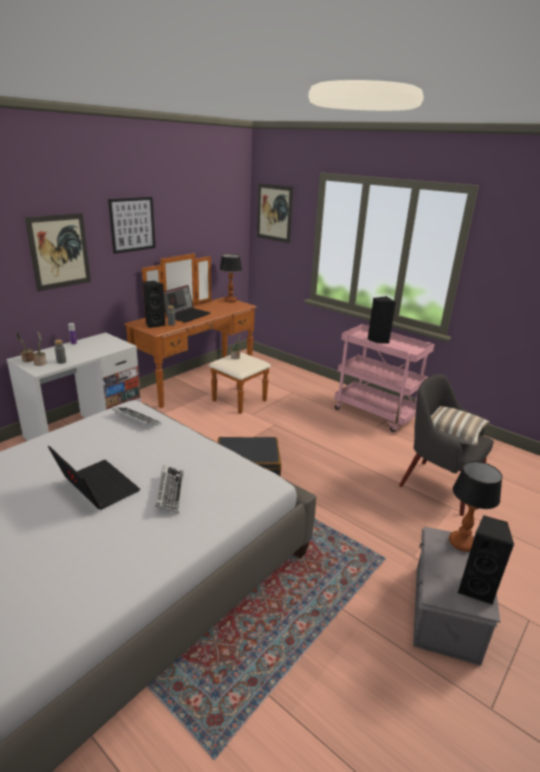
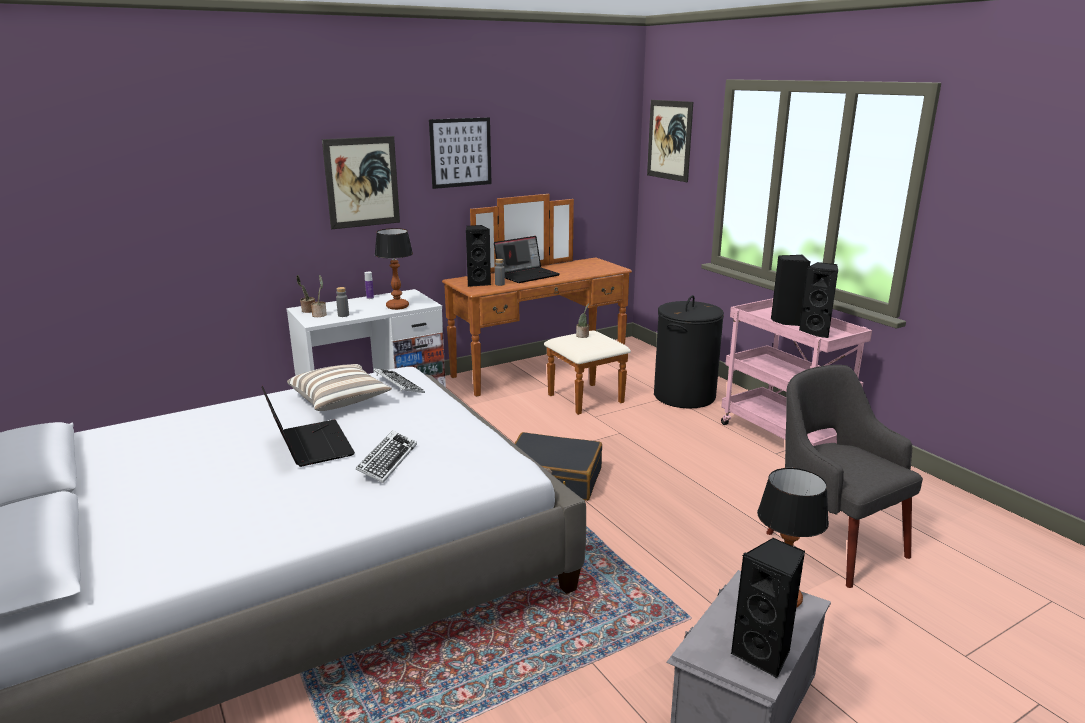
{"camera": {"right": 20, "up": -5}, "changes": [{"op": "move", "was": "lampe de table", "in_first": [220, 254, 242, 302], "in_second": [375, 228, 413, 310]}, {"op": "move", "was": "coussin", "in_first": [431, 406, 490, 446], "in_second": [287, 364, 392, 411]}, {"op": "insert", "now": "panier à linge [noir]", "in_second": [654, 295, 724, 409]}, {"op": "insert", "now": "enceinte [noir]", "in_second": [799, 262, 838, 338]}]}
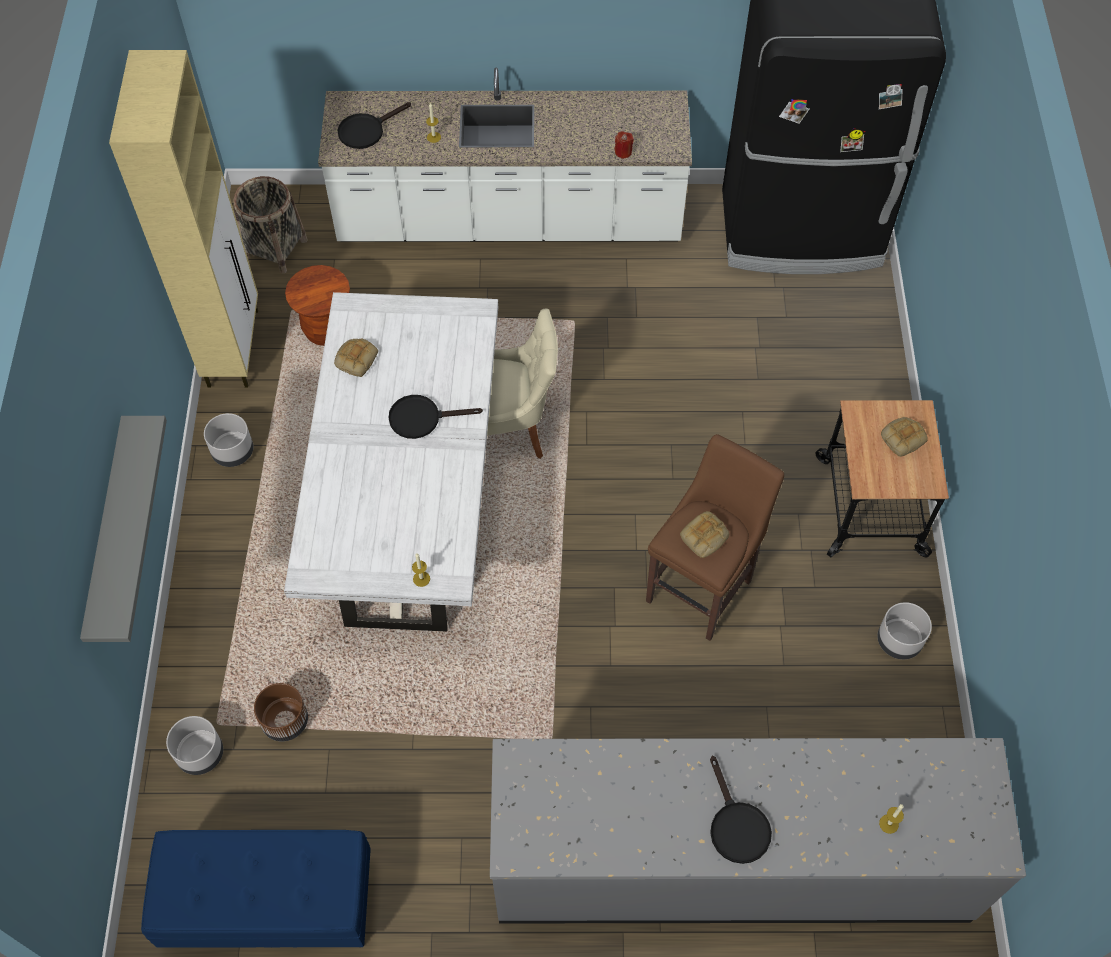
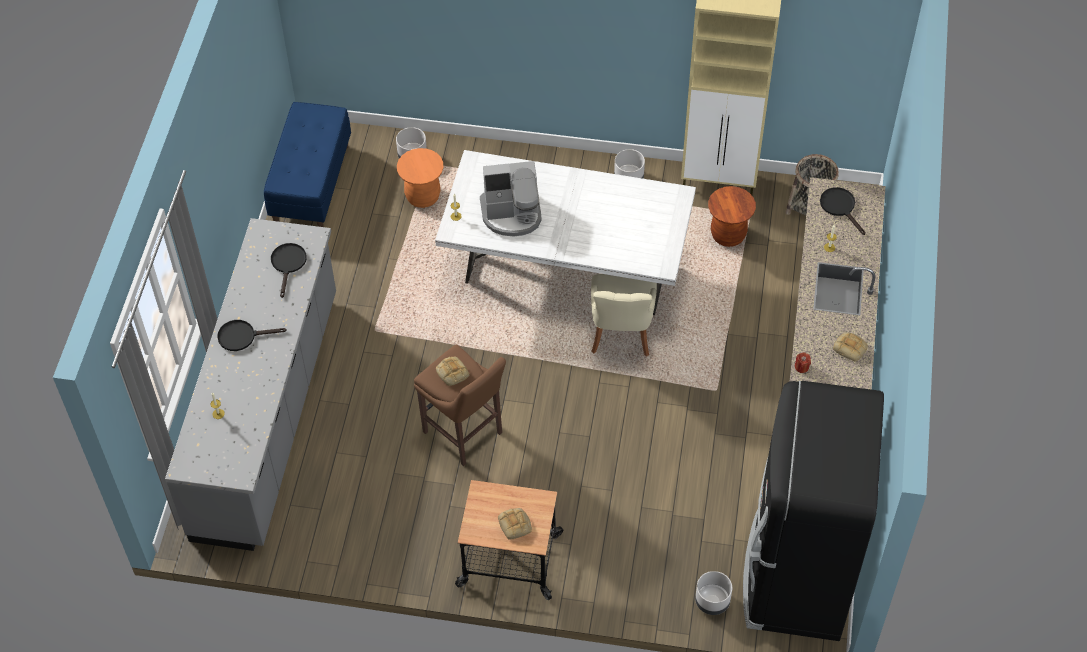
{"camera": {"right": 100, "up": -5}, "changes": [{"op": "delete", "was": "étagère [gris]", "in_first": [80, 416, 167, 642]}, {"op": "replace", "was": "cache-pot [marron]", "now": "tabouret [orange]", "in_first": [254, 683, 308, 741], "in_second": [397, 148, 443, 208]}, {"op": "move", "was": "pain", "in_first": [334, 338, 378, 377], "in_second": [833, 332, 868, 362]}, {"op": "move", "was": "poêle [noir]", "in_first": [388, 395, 483, 439], "in_second": [271, 243, 307, 298]}, {"op": "move", "was": "cache-pot [gris]", "in_first": [877, 602, 932, 659], "in_second": [695, 571, 732, 615]}, {"op": "insert", "now": "machine à café", "in_second": [480, 161, 541, 236]}]}
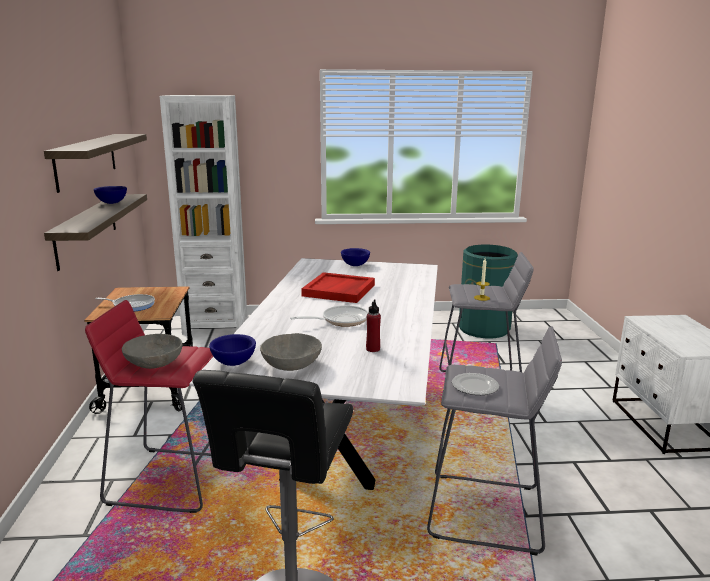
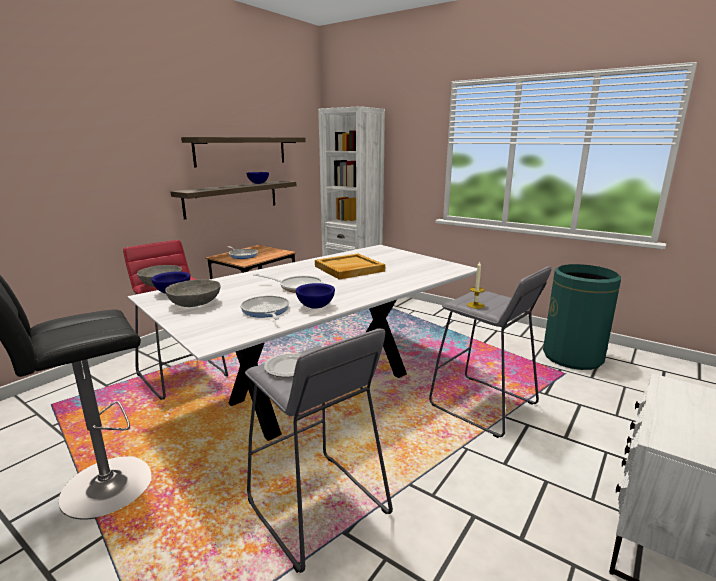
{"camera": {"right": 40, "up": 0}, "changes": [{"op": "recolor", "was": "plateau [rouge]", "now": "plateau [beige]", "in_first": [301, 272, 375, 303], "in_second": [315, 254, 385, 280]}, {"op": "move", "was": "bol [bleu]", "in_first": [341, 248, 370, 266], "in_second": [296, 283, 335, 309]}, {"op": "replace", "was": "bouteille [rouge]", "now": "poêle", "in_first": [366, 299, 381, 352], "in_second": [240, 296, 289, 320]}]}
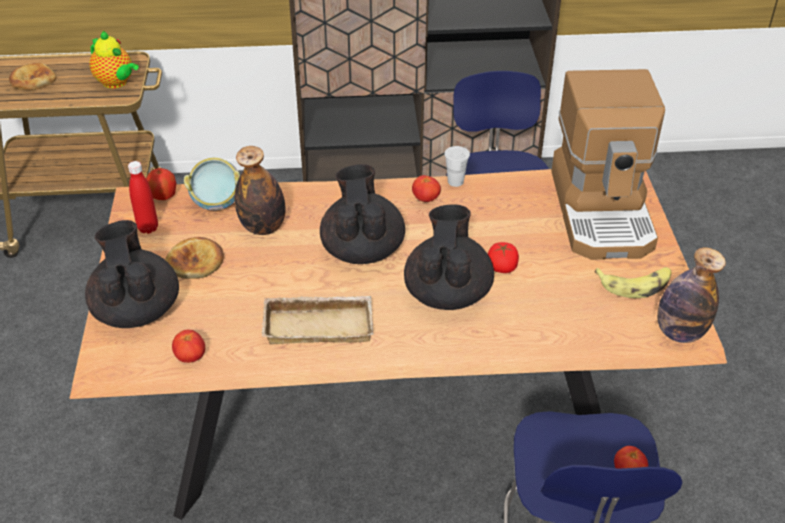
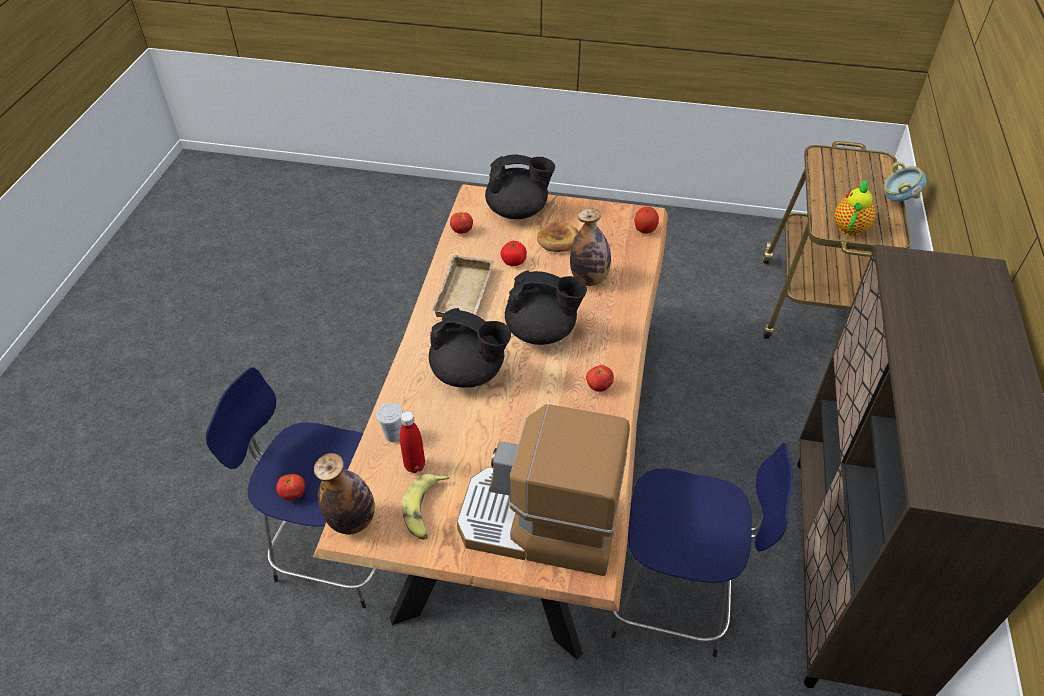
{"camera": {"right": 105, "up": 5}, "changes": [{"op": "delete", "was": "pain", "in_first": [9, 63, 57, 90]}, {"op": "rotate", "was": "théière", "in_first": [89, 31, 139, 89], "in_second": [834, 180, 876, 236], "clockwise": 150}, {"op": "move", "was": "bouteille [rouge]", "in_first": [128, 161, 158, 234], "in_second": [400, 411, 425, 473]}, {"op": "move", "was": "bol", "in_first": [184, 158, 240, 210], "in_second": [884, 161, 926, 201]}, {"op": "move", "was": "tasse [blanc]", "in_first": [444, 146, 470, 187], "in_second": [376, 403, 403, 442]}, {"op": "move", "was": "tomate", "in_first": [488, 242, 519, 273], "in_second": [500, 241, 527, 266]}]}
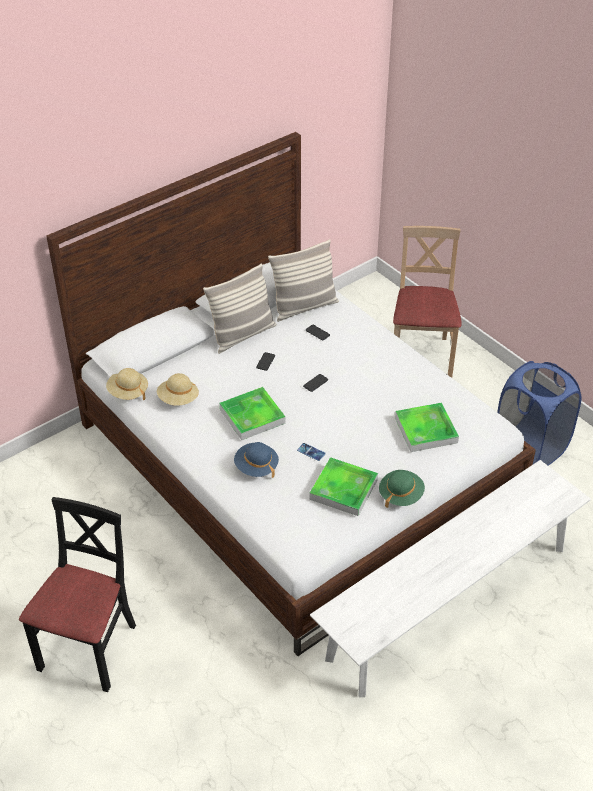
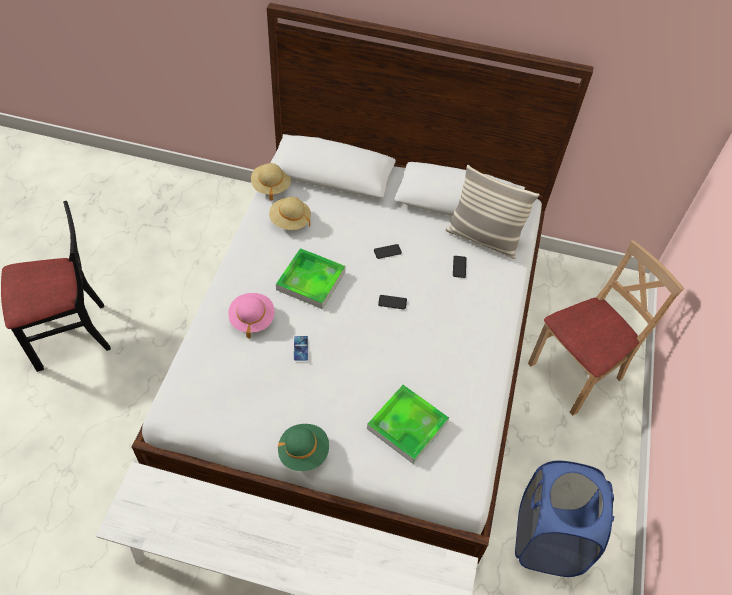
{"camera": {"right": 50, "up": 10}, "changes": [{"op": "delete", "was": "coussin", "in_first": [203, 263, 277, 354]}, {"op": "recolor", "was": "chapeau [bleu]", "now": "chapeau [rose]", "in_first": [234, 442, 279, 478], "in_second": [228, 293, 275, 338]}, {"op": "delete", "was": "plateau", "in_first": [310, 457, 378, 516]}]}
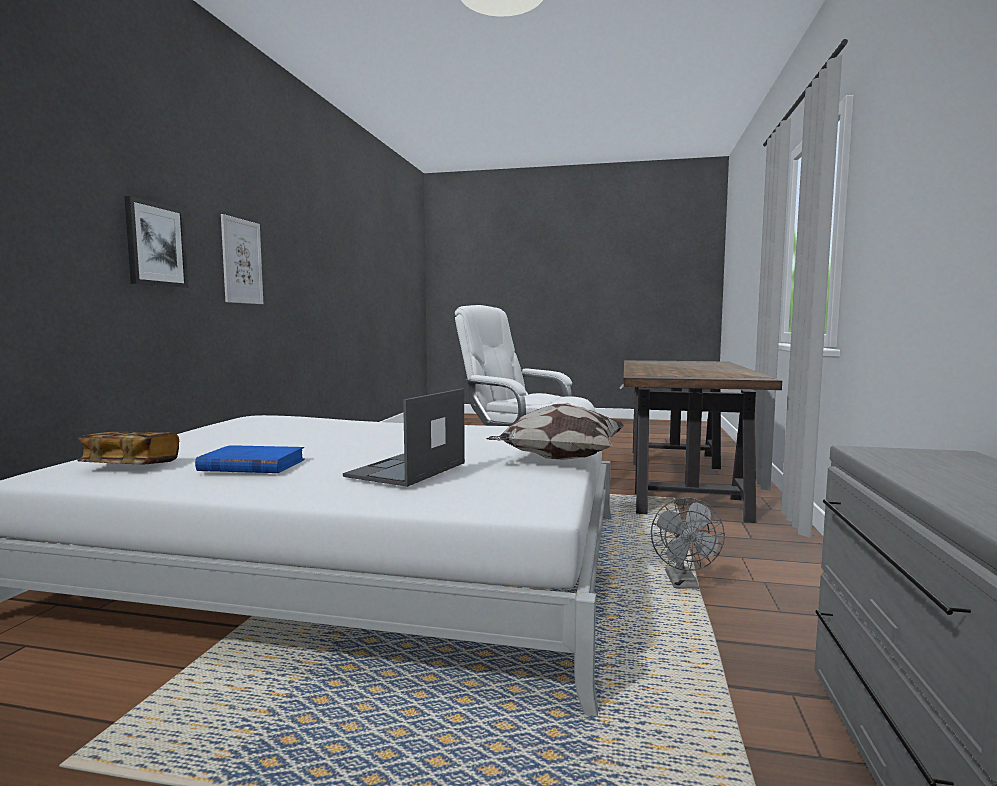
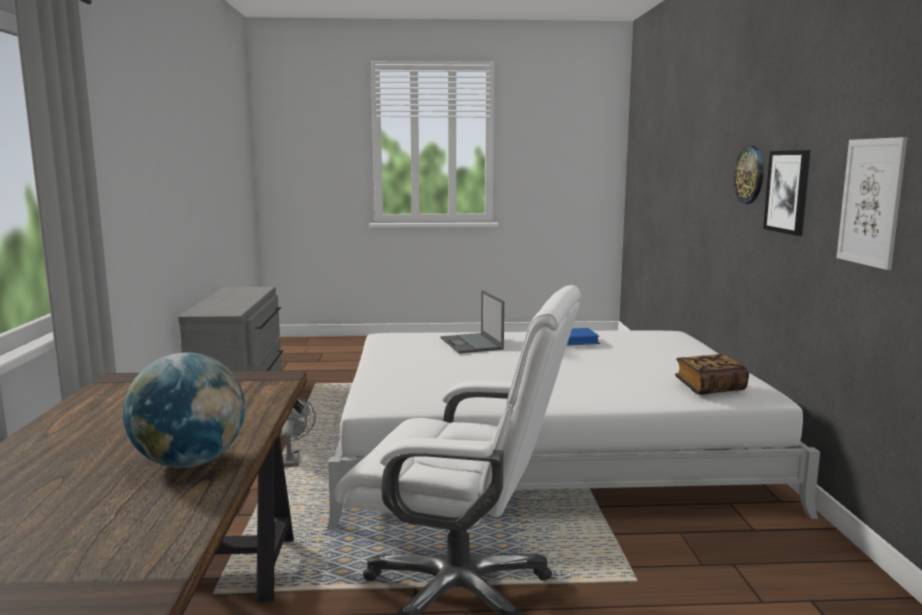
{"camera": {"right": 165, "up": 5}, "changes": [{"op": "move", "was": "livre", "in_first": [77, 432, 179, 464], "in_second": [675, 354, 749, 395]}, {"op": "rotate", "was": "ordinateur portable", "in_first": [343, 388, 465, 487], "in_second": [441, 290, 504, 353], "clockwise": 150}, {"op": "delete", "was": "coussin", "in_first": [486, 403, 625, 460]}, {"op": "insert", "now": "globe", "in_second": [123, 352, 245, 468]}, {"op": "insert", "now": "horloge murale", "in_second": [734, 146, 764, 204]}]}
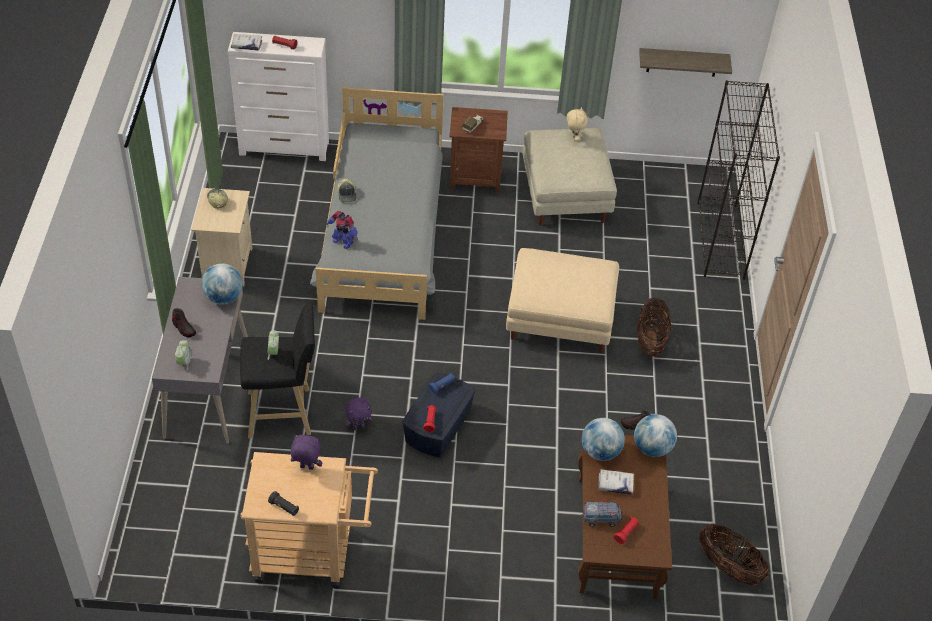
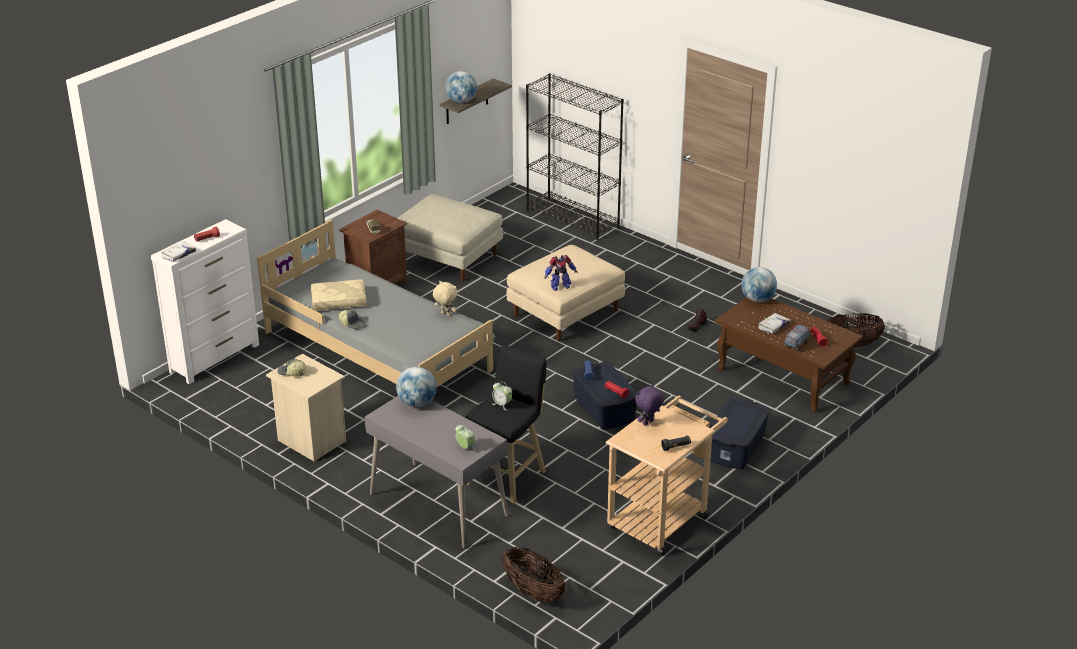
{"camera": {"right": -50, "up": -15}, "changes": [{"op": "delete", "was": "chaussure", "in_first": [172, 308, 196, 337]}, {"op": "move", "was": "robot jouet", "in_first": [326, 211, 357, 249], "in_second": [544, 255, 578, 291]}, {"op": "delete", "was": "peluche [violet]", "in_first": [345, 397, 373, 430]}, {"op": "move", "was": "peluche [beige]", "in_first": [567, 107, 588, 142], "in_second": [433, 281, 457, 316]}, {"op": "move", "was": "globe", "in_first": [582, 418, 625, 461], "in_second": [445, 71, 477, 103]}, {"op": "move", "was": "panier", "in_first": [637, 297, 671, 357], "in_second": [502, 547, 566, 603]}, {"op": "insert", "now": "coussin [beige]", "in_second": [311, 279, 367, 311]}, {"op": "insert", "now": "boîte de rangement [bleu]", "in_second": [710, 398, 770, 469]}]}
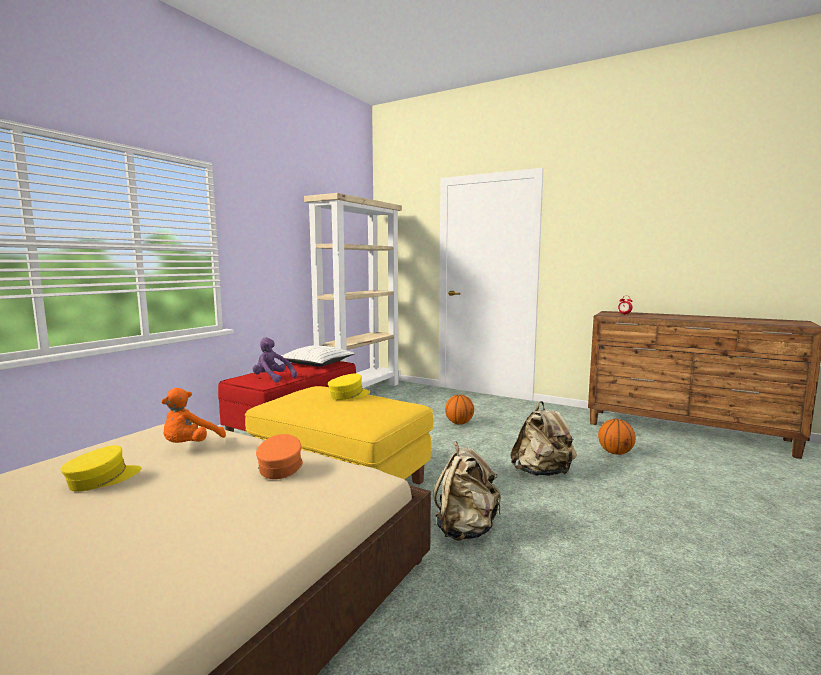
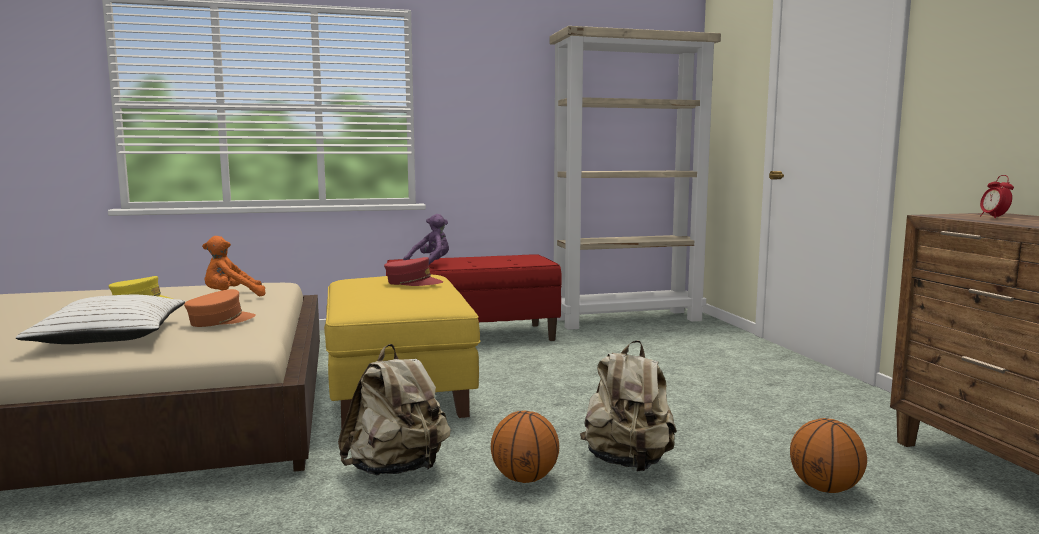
{"camera": {"right": 45, "up": 0}, "changes": [{"op": "rotate", "was": "peluche [violet]", "in_first": [253, 337, 297, 383], "in_second": [403, 214, 449, 265], "clockwise": 60}, {"op": "move", "was": "coussin [blanc]", "in_first": [281, 345, 355, 367], "in_second": [16, 295, 185, 344]}, {"op": "recolor", "was": "casquette [jaune]", "now": "casquette [rouge]", "in_first": [328, 374, 370, 400], "in_second": [384, 257, 443, 286]}, {"op": "move", "was": "ballon de basket", "in_first": [445, 395, 474, 425], "in_second": [491, 410, 559, 483]}]}
